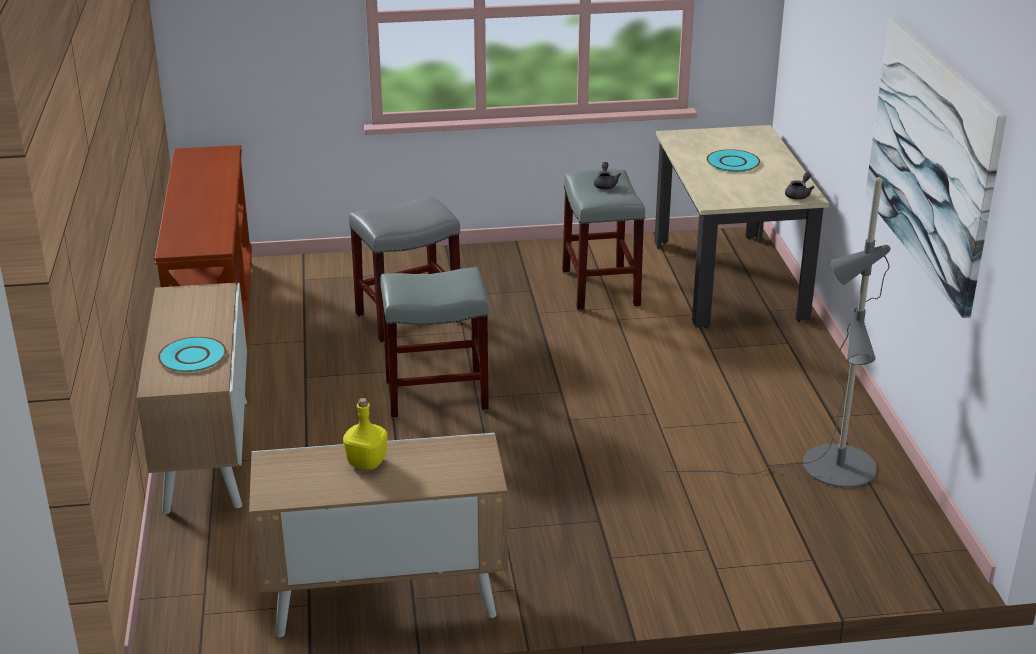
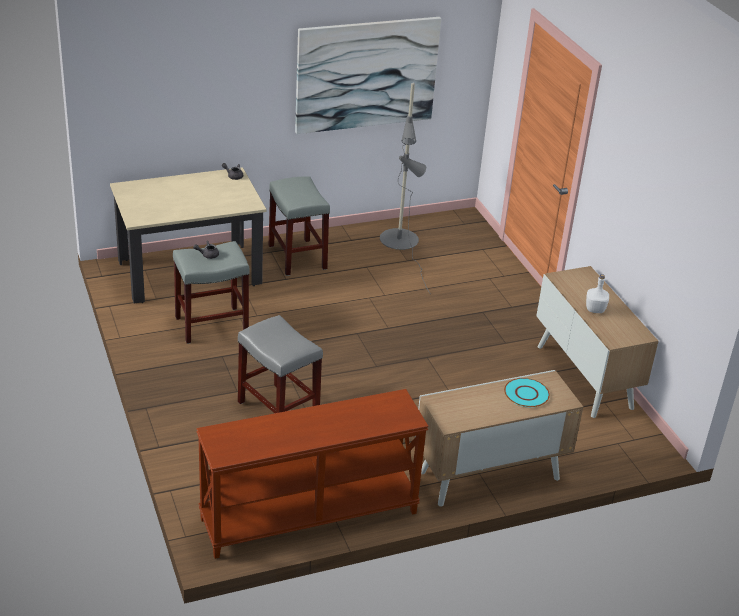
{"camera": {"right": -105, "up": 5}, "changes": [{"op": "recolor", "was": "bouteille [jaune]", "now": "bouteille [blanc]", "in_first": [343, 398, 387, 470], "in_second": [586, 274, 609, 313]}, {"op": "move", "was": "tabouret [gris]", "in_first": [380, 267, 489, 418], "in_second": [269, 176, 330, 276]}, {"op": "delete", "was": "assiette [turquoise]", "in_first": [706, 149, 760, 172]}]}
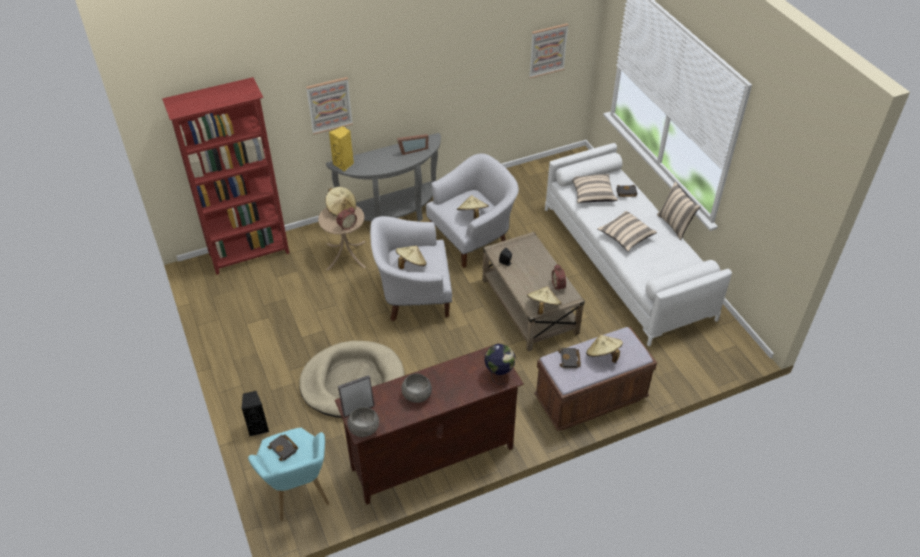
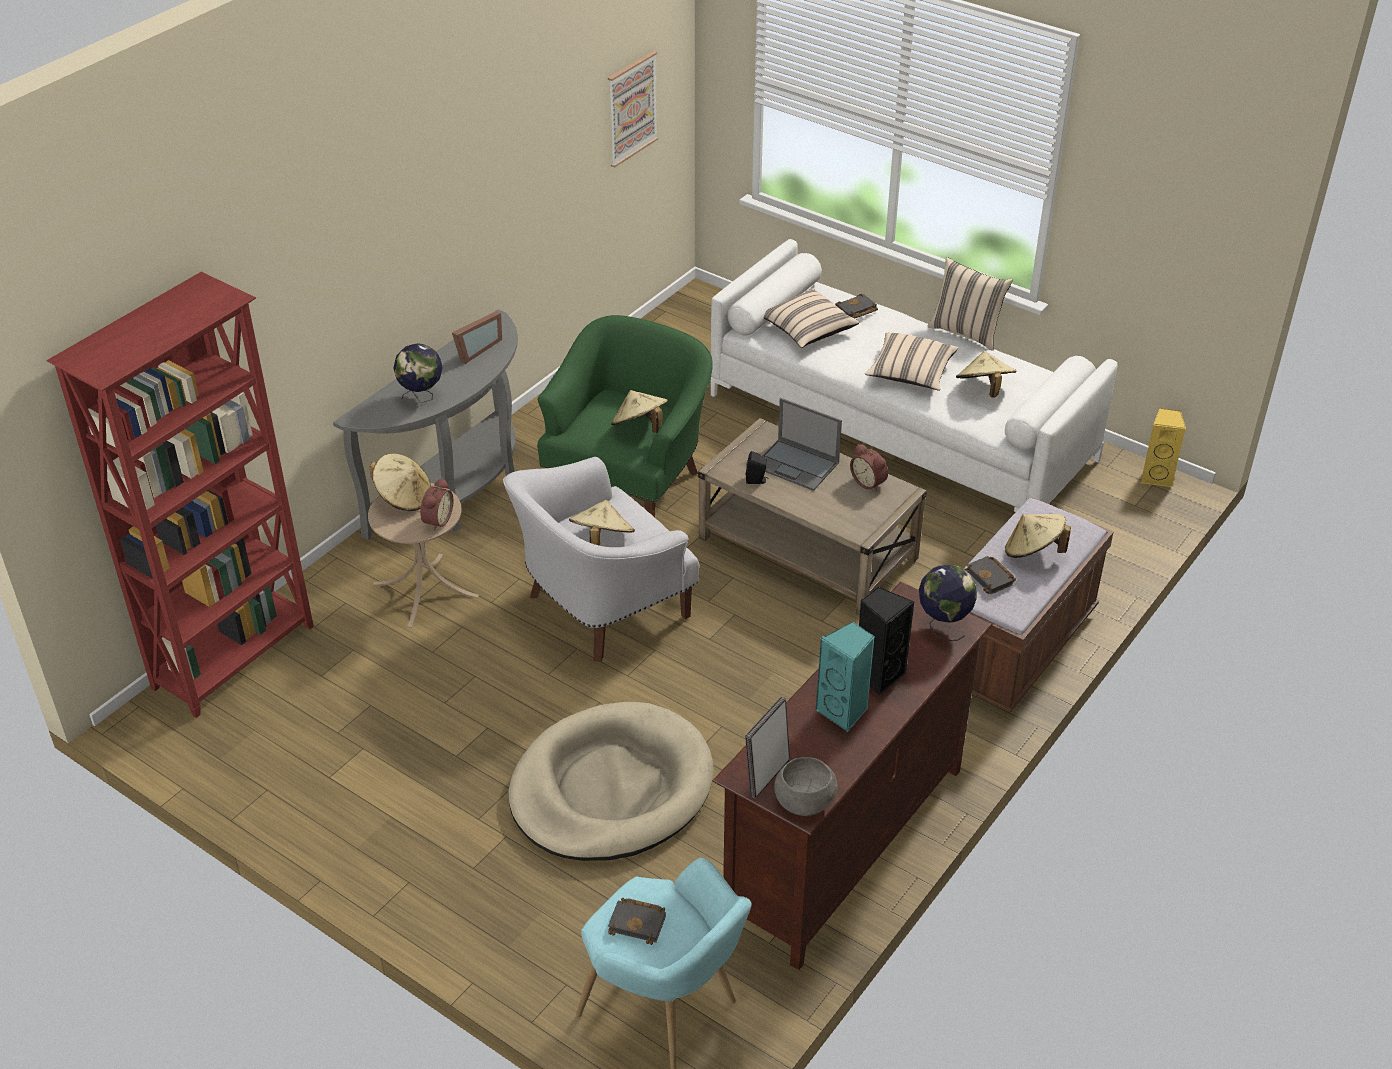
{"camera": {"right": -30, "up": -5}, "changes": [{"op": "move", "was": "enceinte [noir]", "in_first": [241, 391, 269, 436], "in_second": [859, 587, 914, 695]}, {"op": "delete", "was": "tableau", "in_first": [306, 77, 353, 134]}, {"op": "move", "was": "enceinte [jaune]", "in_first": [329, 126, 354, 171], "in_second": [1141, 408, 1186, 487]}, {"op": "replace", "was": "bol [gris]", "now": "enceinte [turquoise]", "in_first": [401, 374, 432, 403], "in_second": [816, 622, 875, 732]}, {"op": "recolor", "was": "fauteuil [blanc]", "now": "fauteuil [vert]", "in_first": [426, 154, 519, 268], "in_second": [537, 315, 713, 517]}, {"op": "move", "was": "chapeau [beige]", "in_first": [527, 286, 562, 315], "in_second": [956, 351, 1016, 398]}, {"op": "insert", "now": "globe", "in_second": [393, 343, 443, 403]}, {"op": "insert", "now": "ordinateur portable", "in_second": [763, 398, 842, 491]}]}
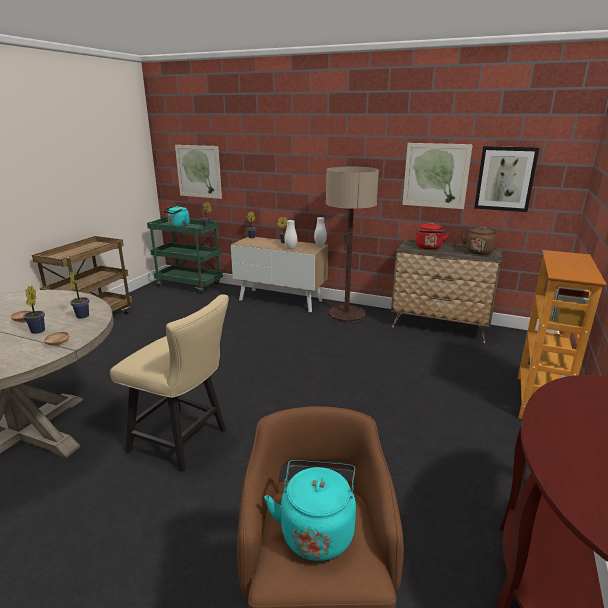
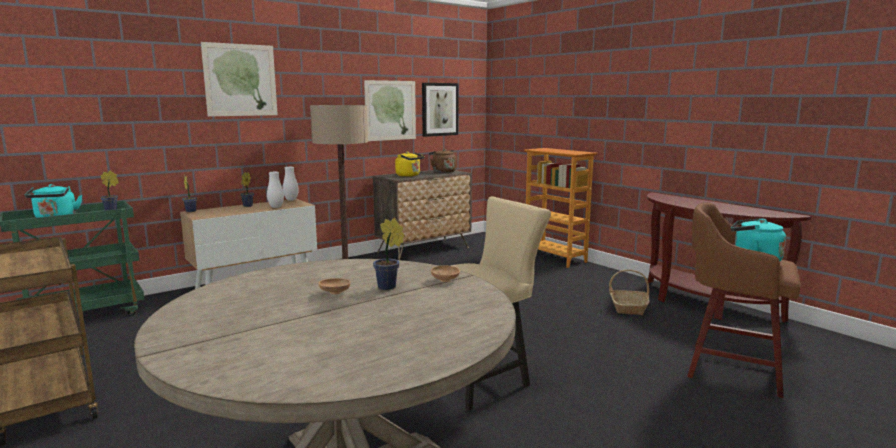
{"camera": {"right": -60, "up": -10}, "changes": [{"op": "delete", "was": "plante en pot", "in_first": [70, 271, 89, 319]}, {"op": "move", "was": "tableau", "in_first": [175, 145, 222, 199], "in_second": [201, 42, 278, 117]}, {"op": "recolor", "was": "bouilloire [rouge]", "now": "bouilloire [jaune]", "in_first": [416, 222, 450, 249], "in_second": [395, 152, 425, 177]}, {"op": "insert", "now": "panier", "in_second": [609, 270, 650, 315]}]}
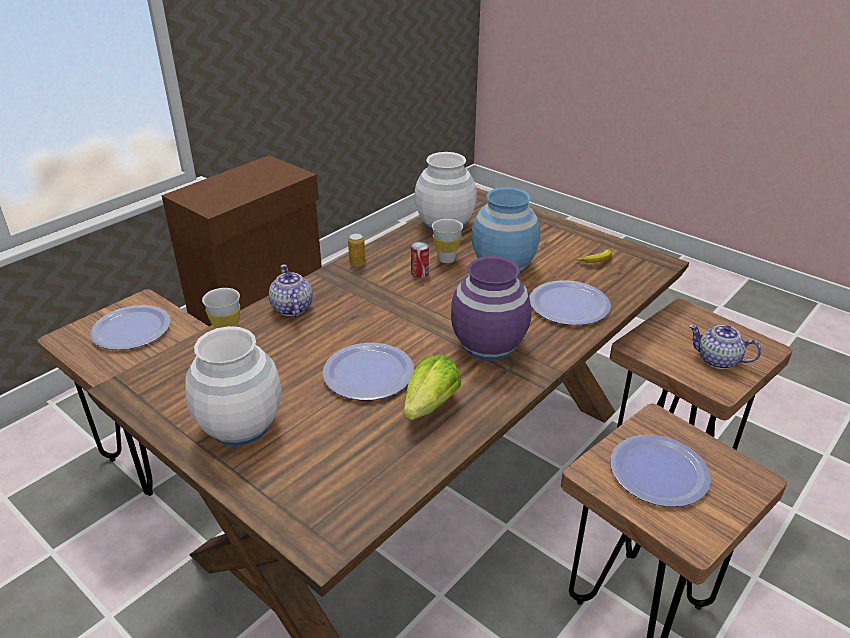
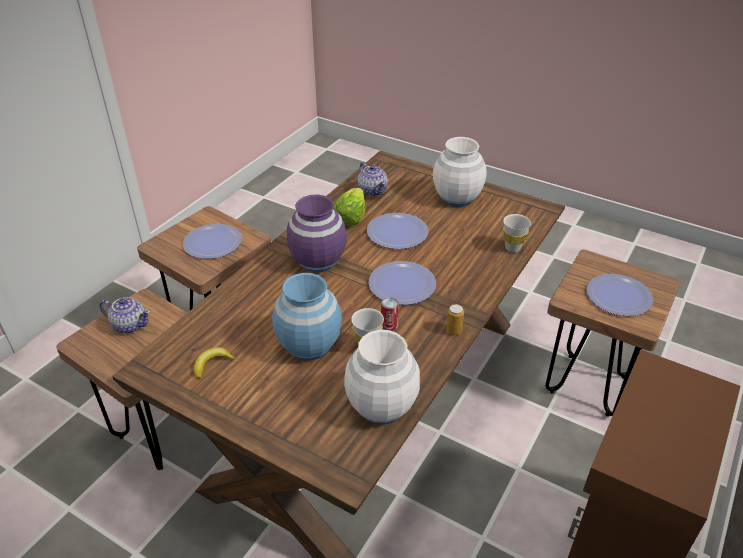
{"camera": {"right": 170, "up": 5}, "changes": [{"op": "move", "was": "théière", "in_first": [269, 264, 312, 317], "in_second": [358, 162, 388, 197]}, {"op": "move", "was": "assiette", "in_first": [530, 280, 611, 325], "in_second": [369, 261, 436, 305]}]}
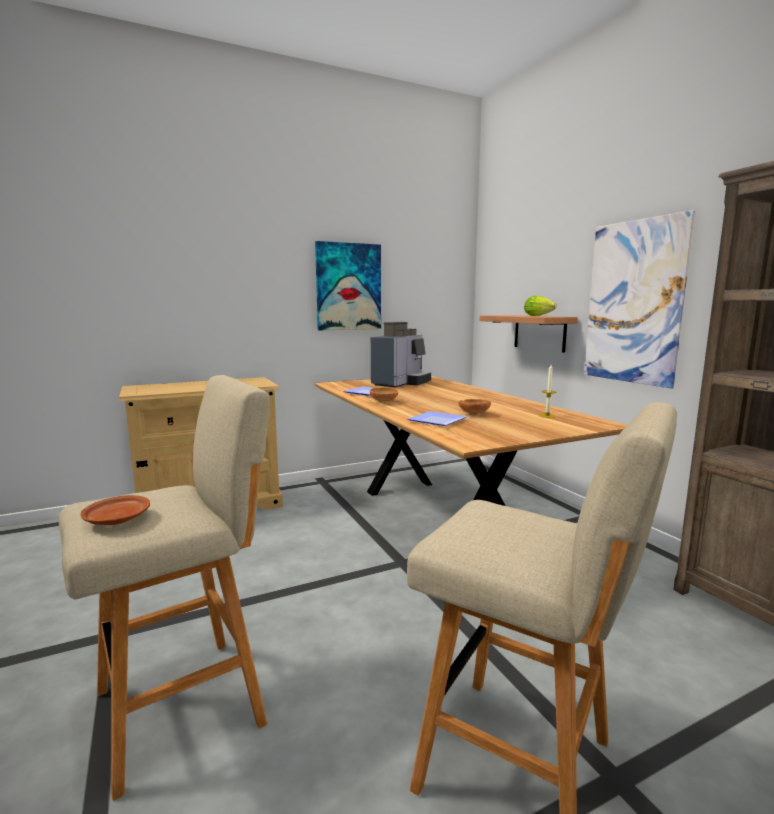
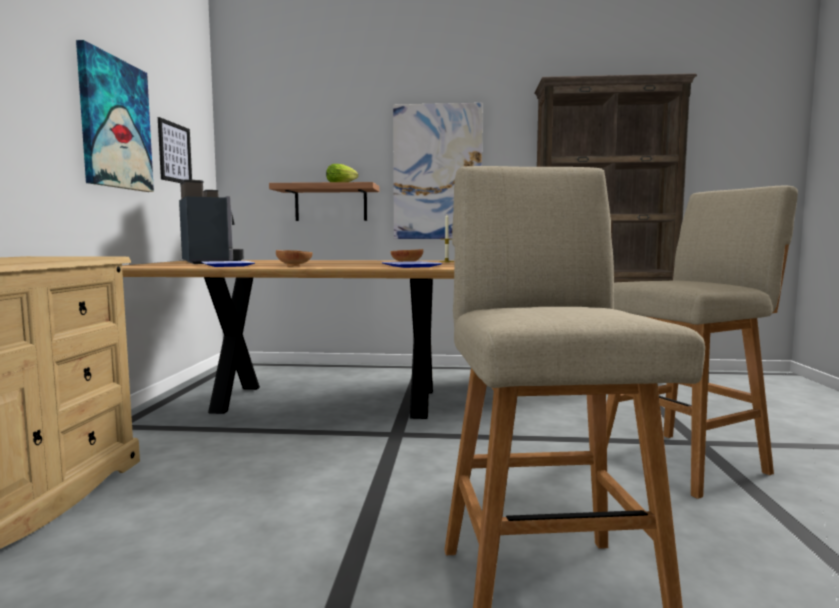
{"camera": {"right": -60, "up": -5}, "changes": [{"op": "delete", "was": "assiette [marron]", "in_first": [80, 495, 150, 525]}, {"op": "insert", "now": "tableau", "in_second": [158, 117, 192, 183]}]}
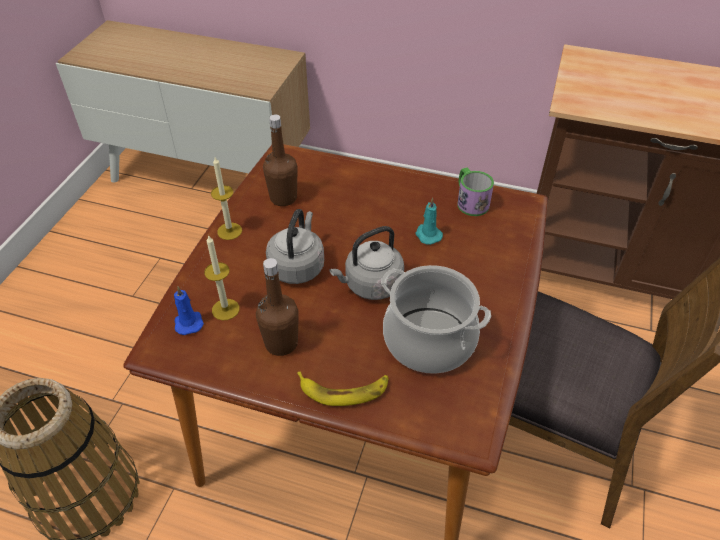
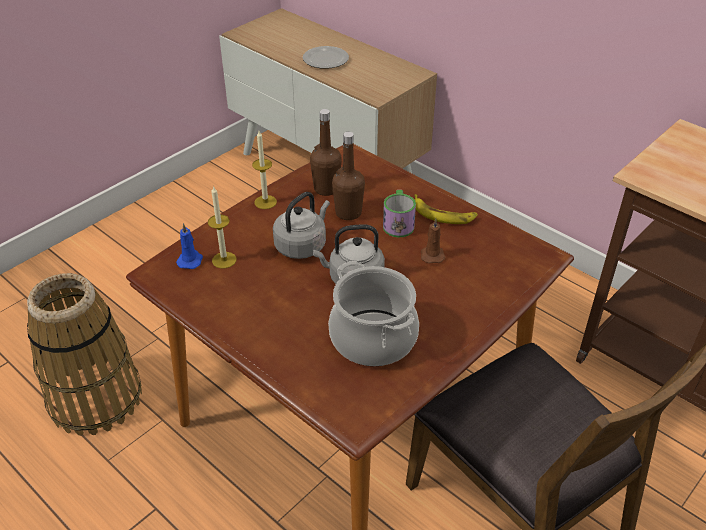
{"camera": {"right": 25, "up": -5}, "changes": [{"op": "move", "was": "bouteille [marron]", "in_first": [256, 258, 299, 356], "in_second": [332, 132, 365, 220]}, {"op": "move", "was": "banane", "in_first": [297, 371, 388, 406], "in_second": [414, 194, 478, 224]}, {"op": "recolor", "was": "bougie [turquoise]", "now": "bougie [marron]", "in_first": [415, 198, 443, 245], "in_second": [421, 218, 446, 264]}, {"op": "move", "was": "mug", "in_first": [458, 167, 494, 216], "in_second": [383, 190, 416, 237]}, {"op": "insert", "now": "assiette", "in_second": [303, 46, 349, 69]}]}
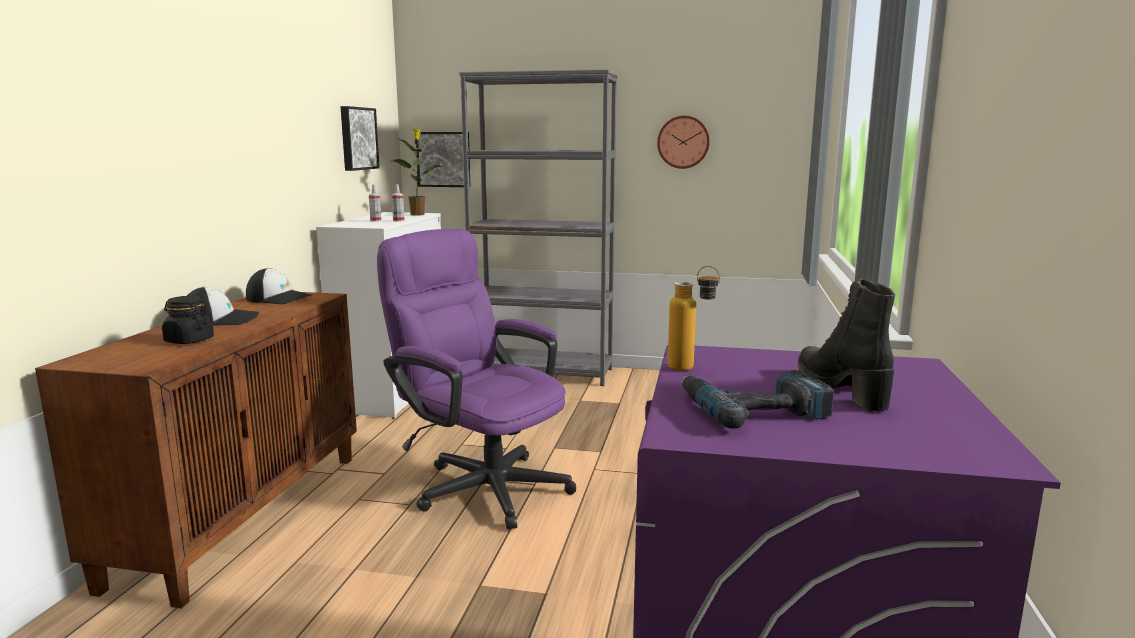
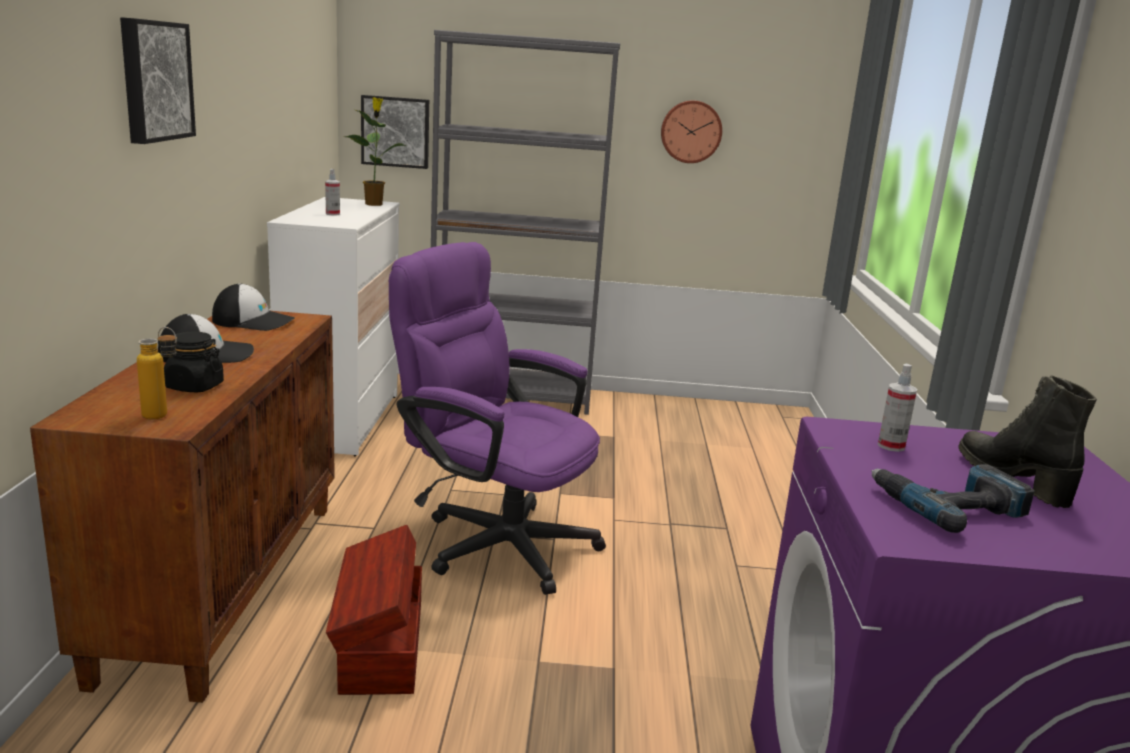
{"camera": {"right": -10, "up": 5}, "changes": [{"op": "move", "was": "tableau", "in_first": [340, 106, 380, 171], "in_second": [120, 17, 196, 144]}, {"op": "move", "was": "vaporisateur", "in_first": [392, 184, 405, 222], "in_second": [878, 364, 917, 452]}, {"op": "move", "was": "bouteille", "in_first": [668, 266, 720, 371], "in_second": [137, 327, 177, 420]}, {"op": "insert", "now": "boîte de rangement [marron]", "in_second": [326, 525, 422, 695]}]}
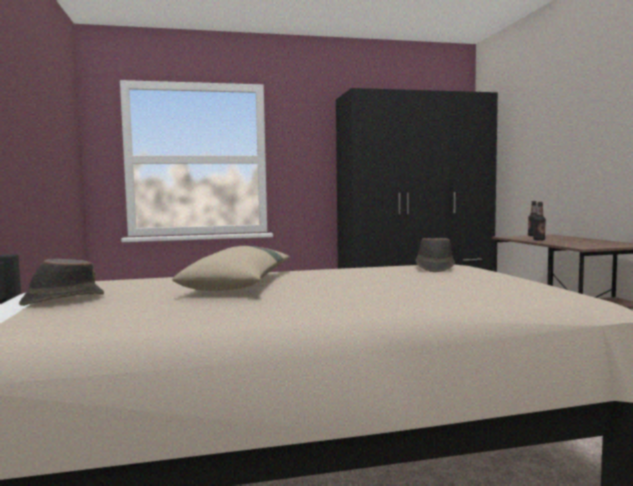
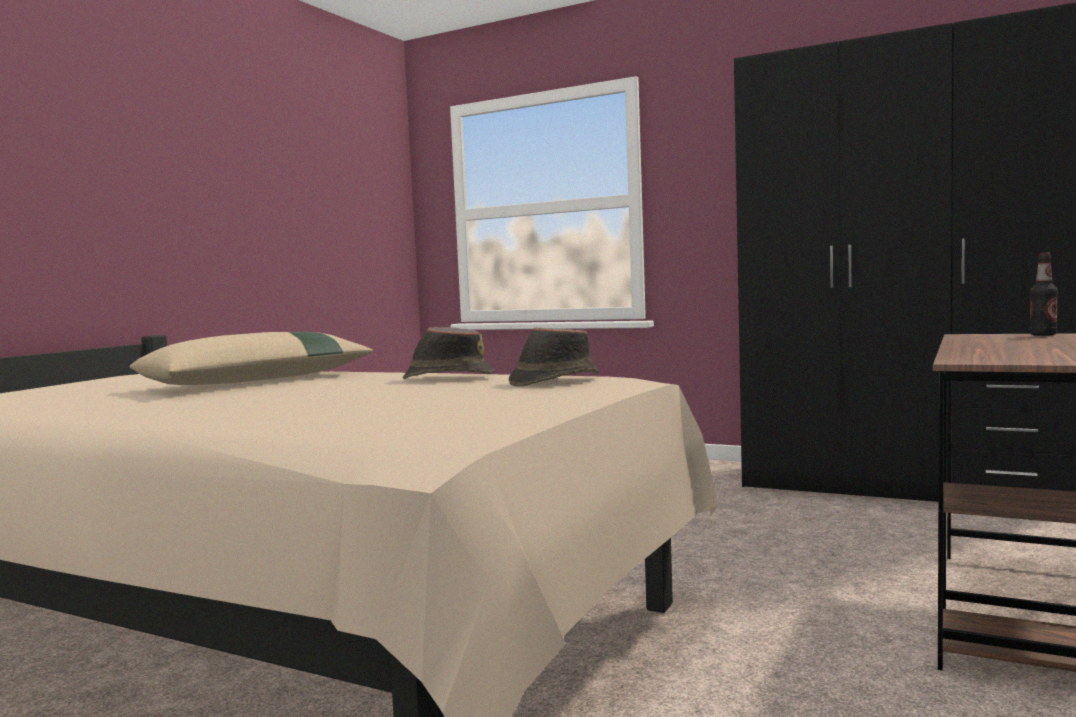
{"camera": {"right": 40, "up": 0}, "changes": [{"op": "move", "was": "chapeau [marron]", "in_first": [19, 259, 104, 306], "in_second": [403, 327, 494, 379]}, {"op": "delete", "was": "bouteille", "in_first": [533, 202, 546, 241]}]}
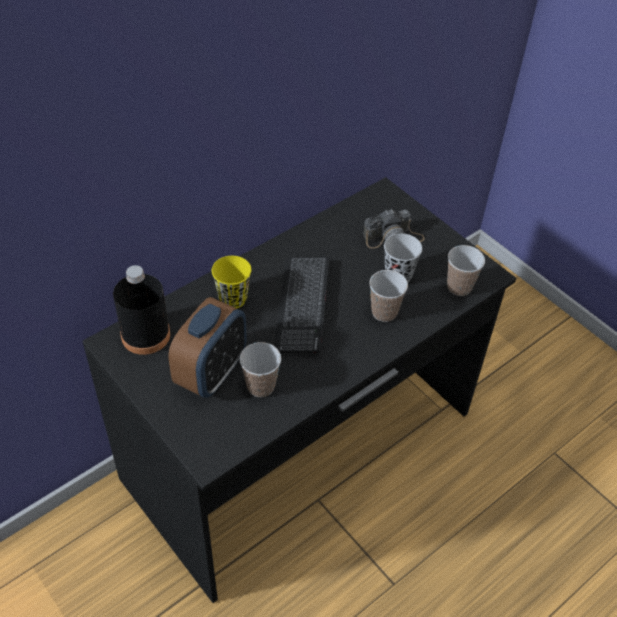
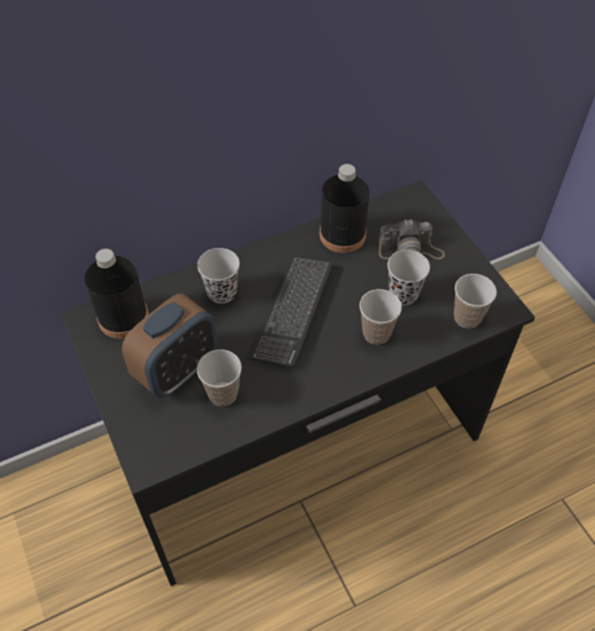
{"camera": {"right": 15, "up": 5}, "changes": [{"op": "recolor", "was": "tasse [jaune]", "now": "tasse [noir]", "in_first": [212, 256, 251, 308], "in_second": [197, 248, 240, 304]}, {"op": "insert", "now": "bouteille [noir]", "in_second": [320, 164, 370, 253]}]}
